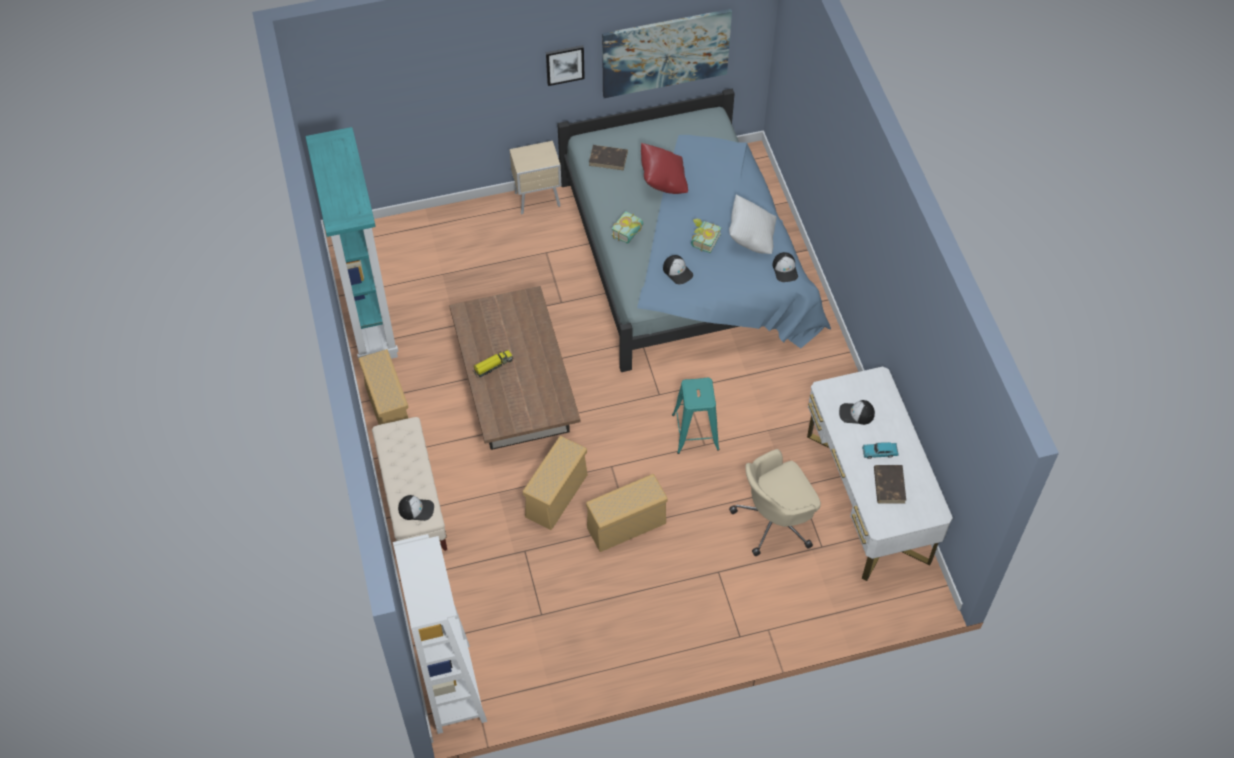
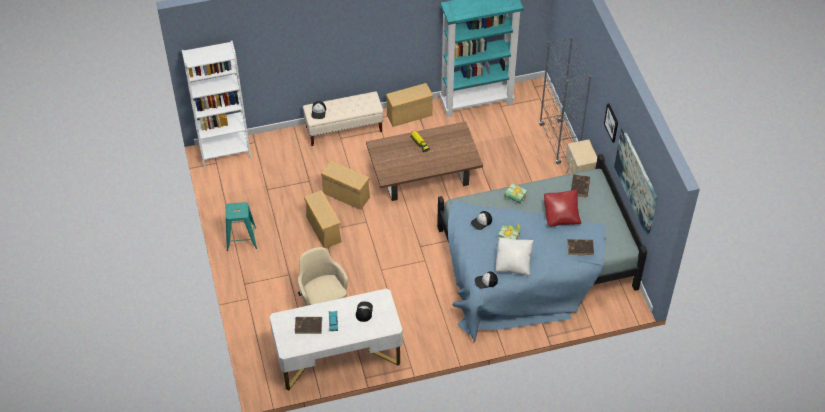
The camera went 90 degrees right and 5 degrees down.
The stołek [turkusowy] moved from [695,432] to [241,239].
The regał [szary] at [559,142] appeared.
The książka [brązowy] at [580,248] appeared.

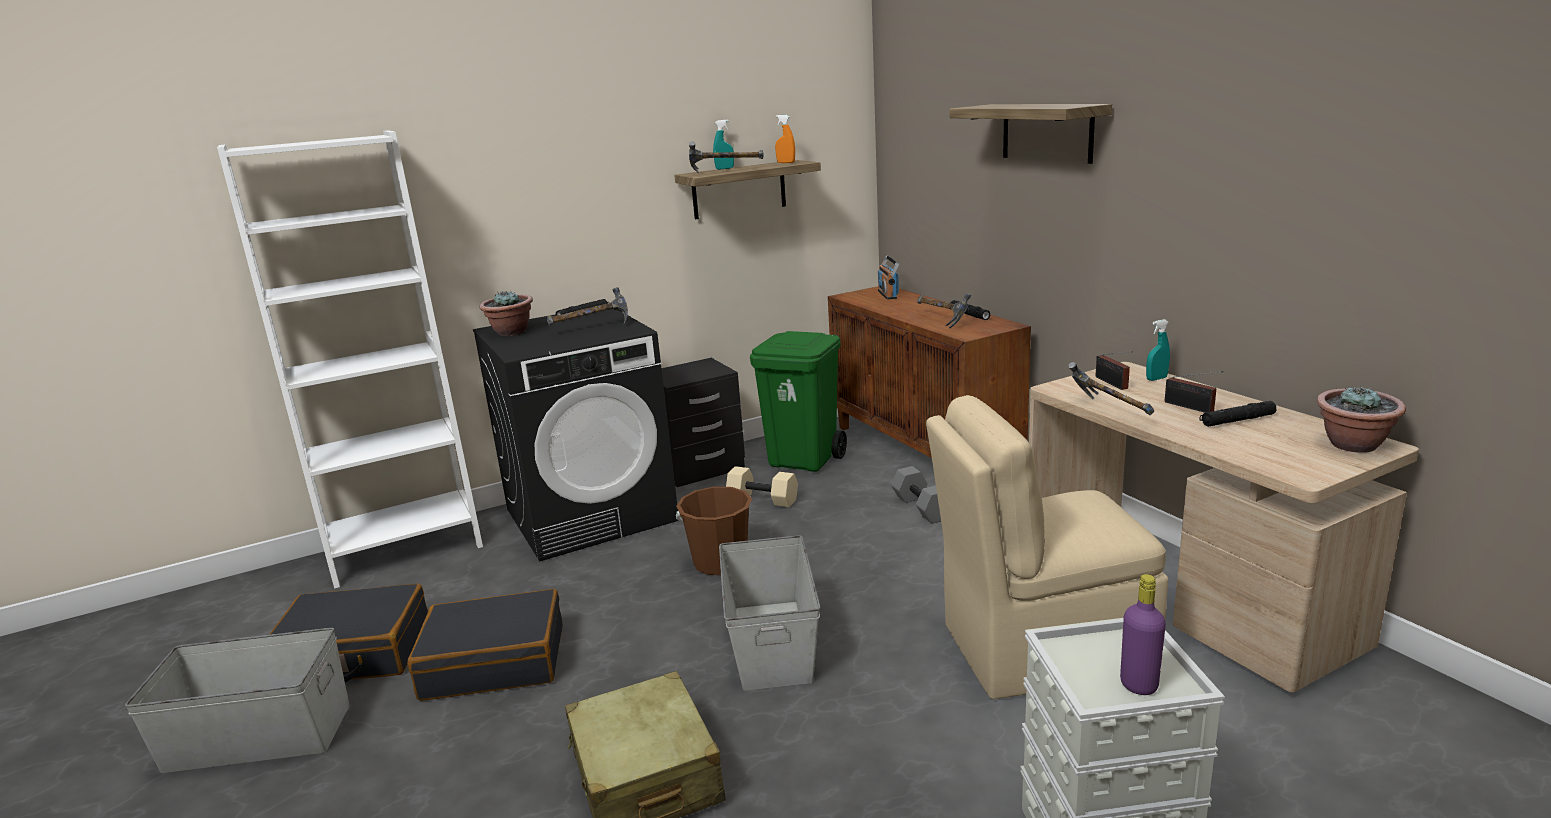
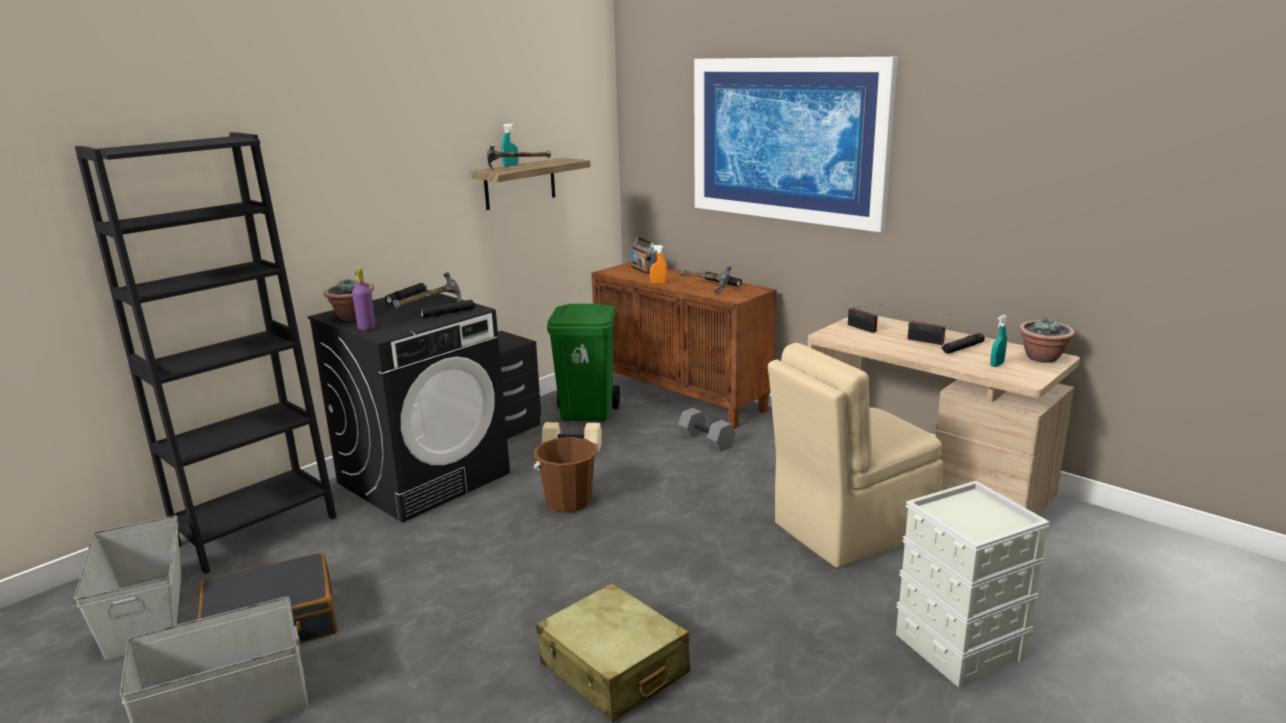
The camera went 20 degrees left and 0 degrees up.
The regał [biały] at [405,550] became the regał [czarny] at [257,530].
The walizka [czarny] at [494,662] disappeared.
The pojemnik do przechowywania [szary] moved from [772,642] to [147,613].
The spryskiwacz [pomarańczowy] moved from [786,163] to [658,283].
The półka at [1047,132] was replaced by the obraz at [787,140].
The młotek at [1108,412] disappeared.
The butelka [fioletowy] moved from [1138,685] to [366,328].
The spryskiwacz [turkusowy] moved from [1156,379] to [996,365].
The latarka [czarny] at [448,313] appeared.

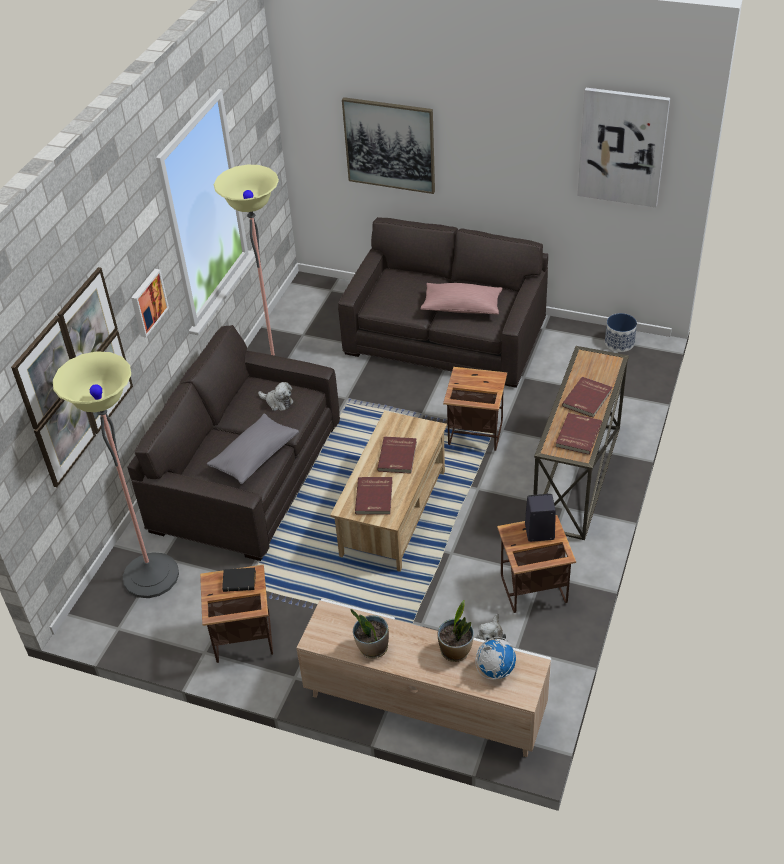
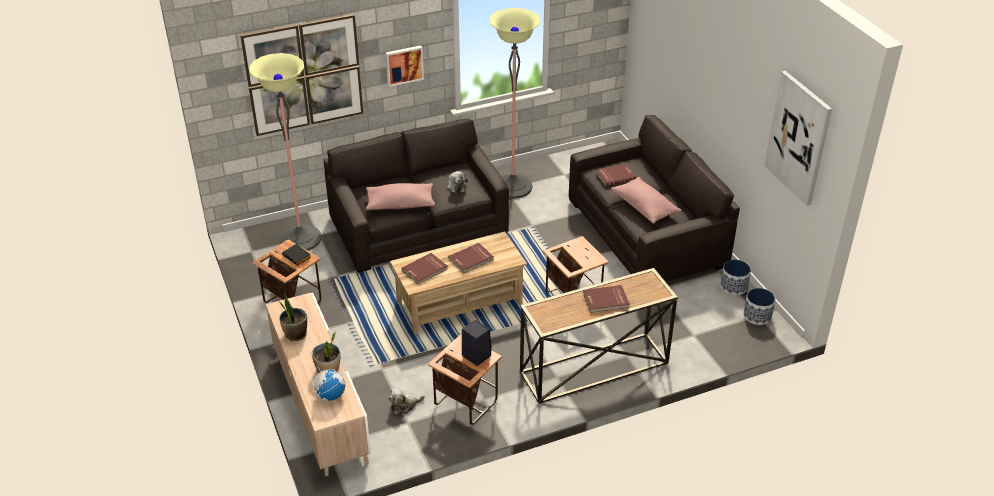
The camera went 45 degrees right and 5 degrees down.
The poduszka [szary] at [255,457] became the poduszka [różowy] at [400,204].
The obraz at [390,145] disappeared.
The książka [czerwony] moved from [577,435] to [615,176].
The donica at [734,286] appeared.

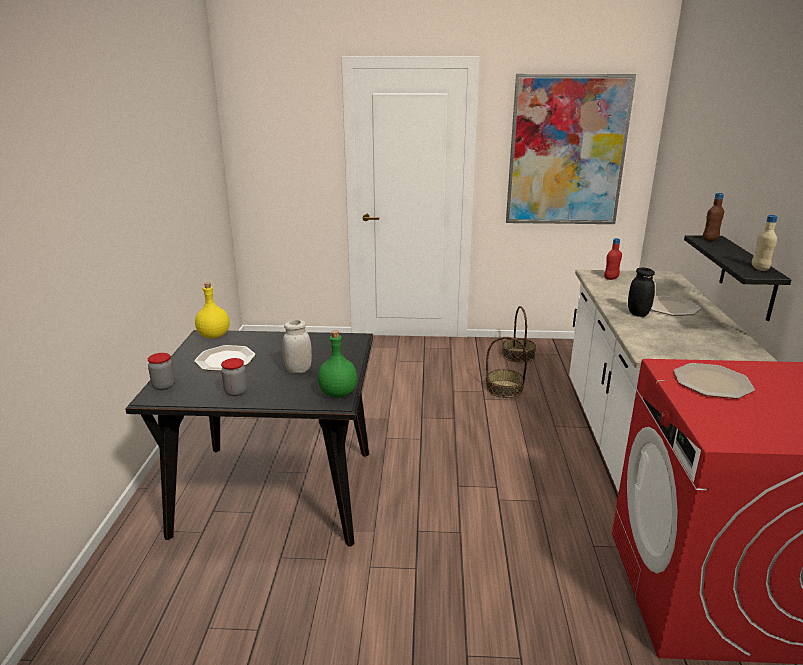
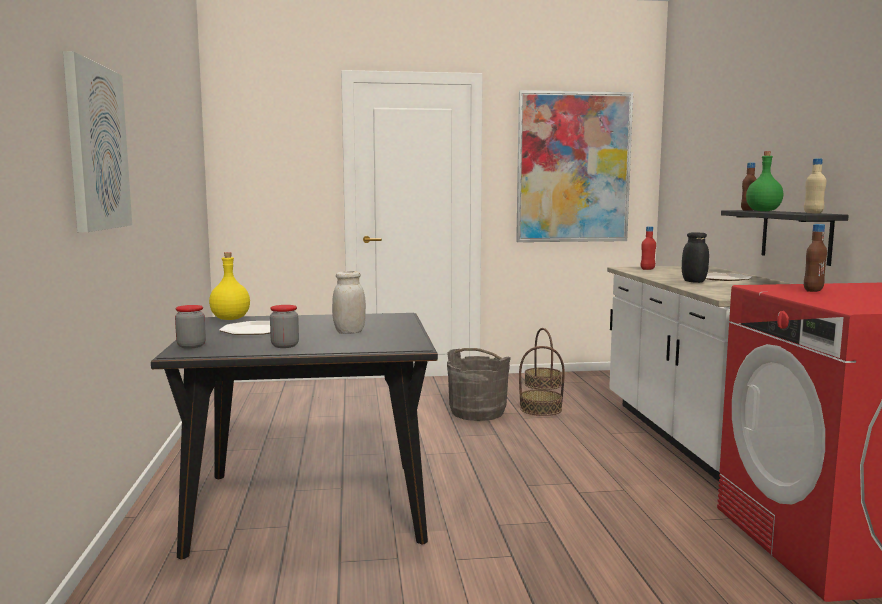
The camera went 10 degrees left and 15 degrees down.
The butelka [zielony] moved from [337,393] to [762,211].
The talerz at [712,382] was replaced by the butelka [brązowy] at [813,290].
The obraz at [96,147] appeared.
The wiadro [szary] at [477,412] appeared.

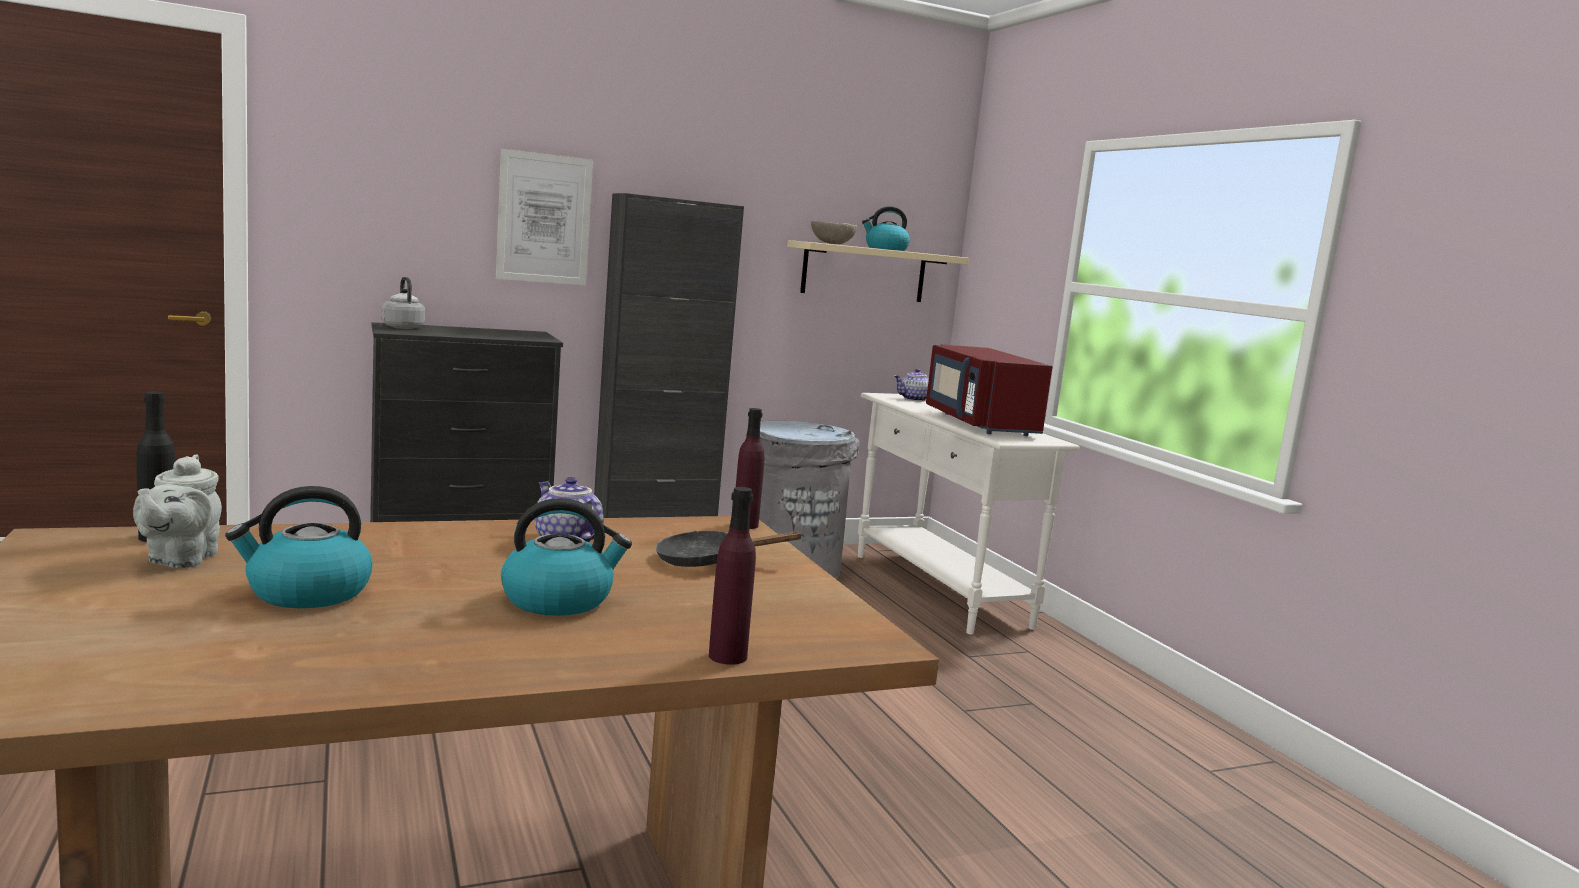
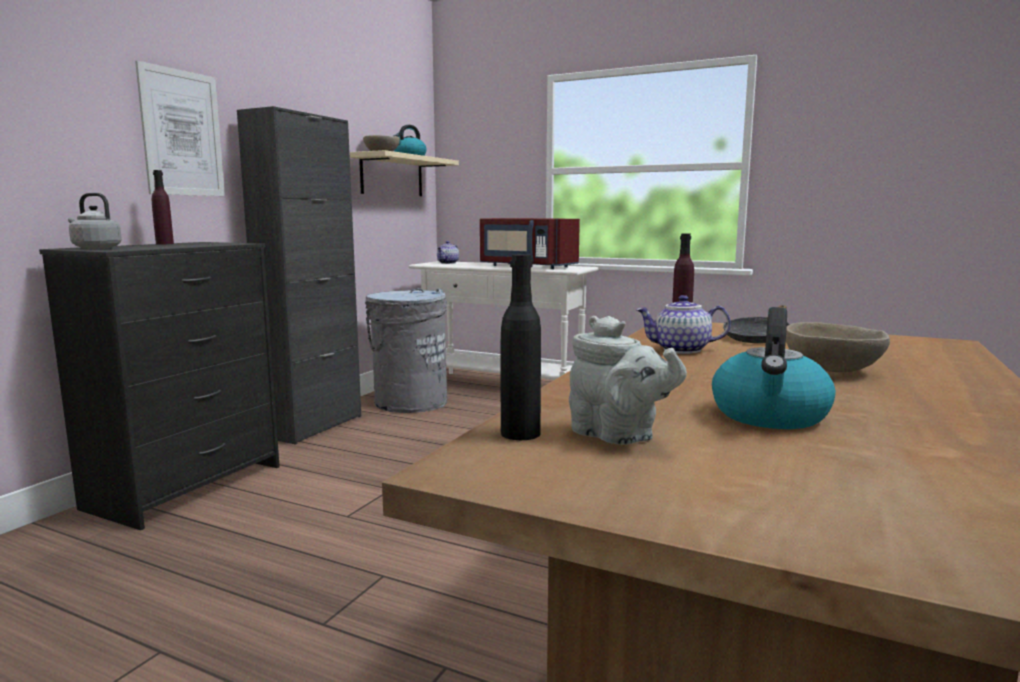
The camera went 40 degrees left and 0 degrees up.
The czajnik at [559,600] was replaced by the miska [beżowy] at [831,370].
The butelka [fioletowy] moved from [727,656] to [164,244].

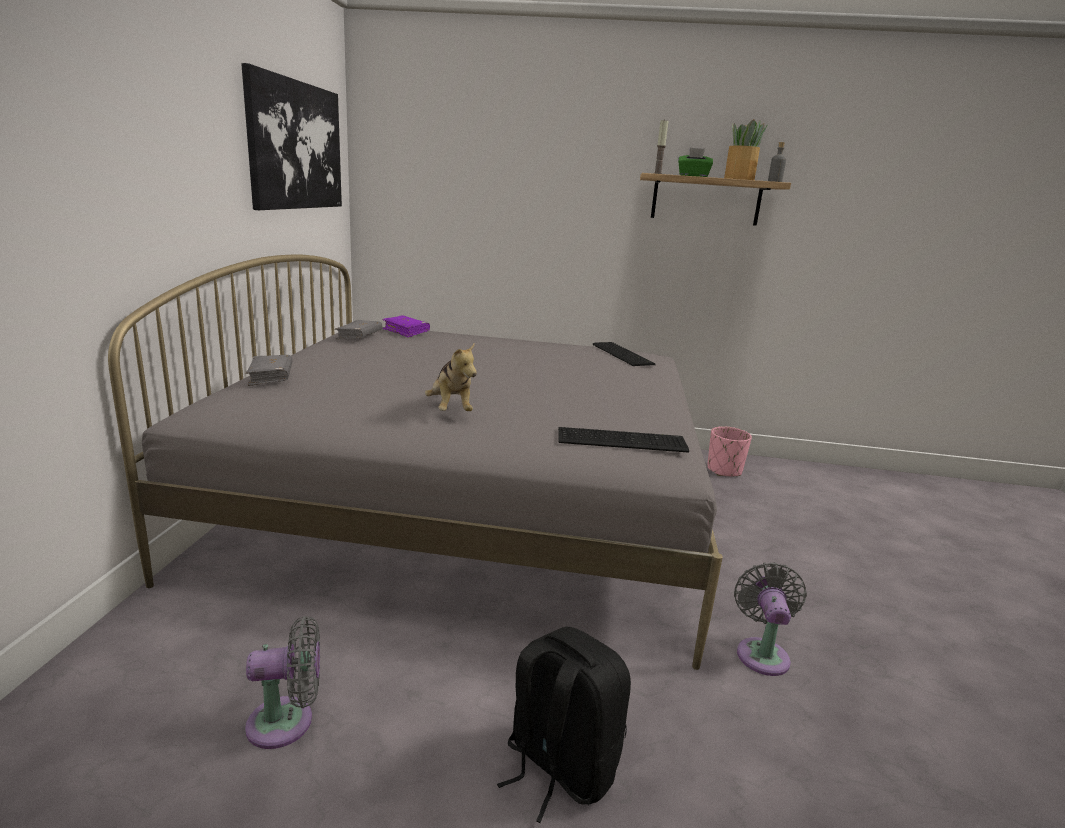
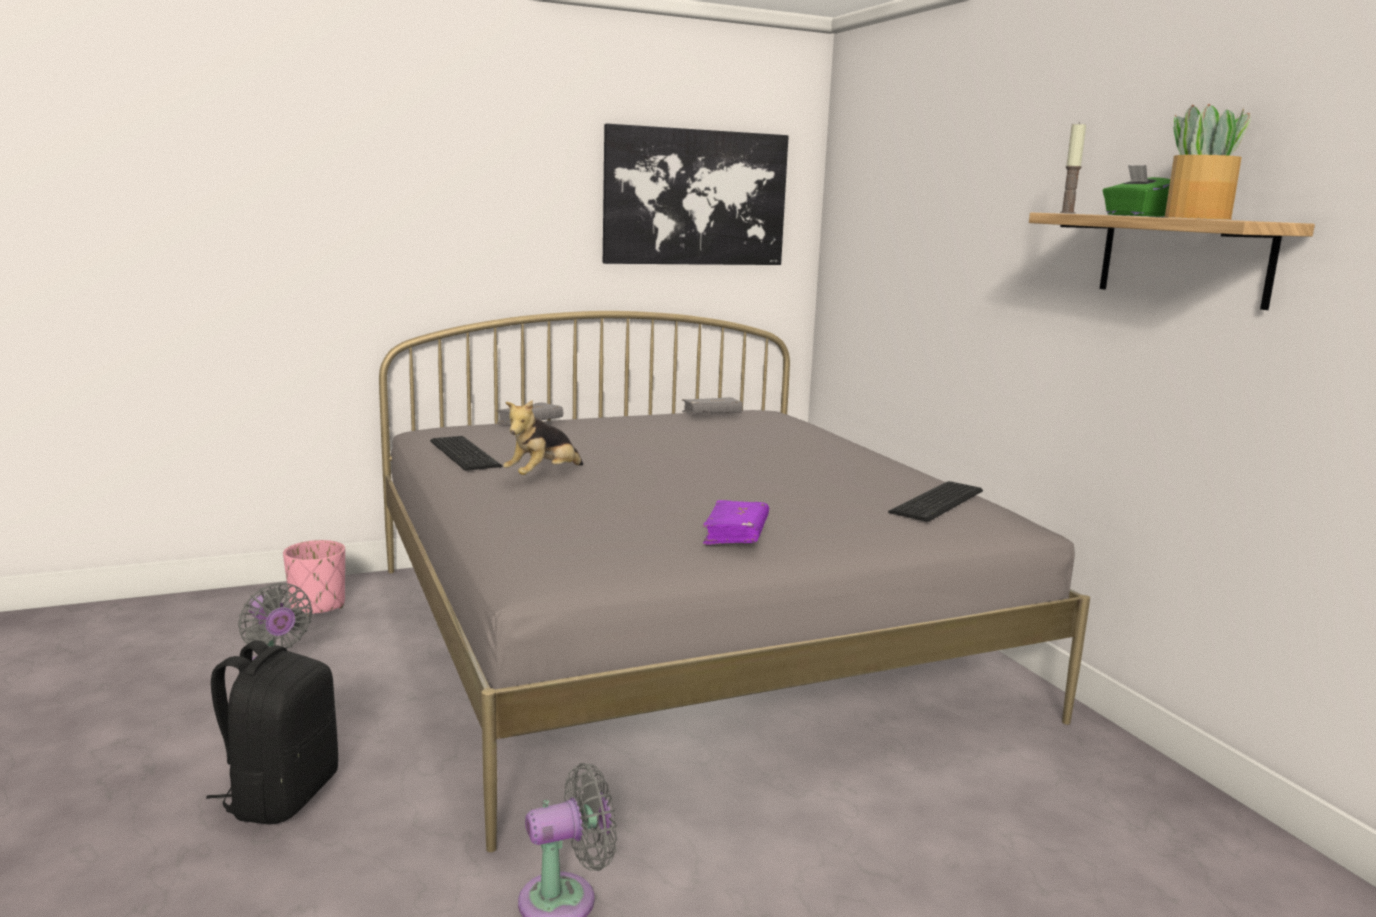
The camera went 60 degrees right and 5 degrees down.
The książka [fioletowy] moved from [406,331] to [736,534].
The klawiatura moved from [619,439] to [466,453].
The donica [różowy] moved from [724,470] to [317,606].
The butelka [szary] at [774,181] disappeared.

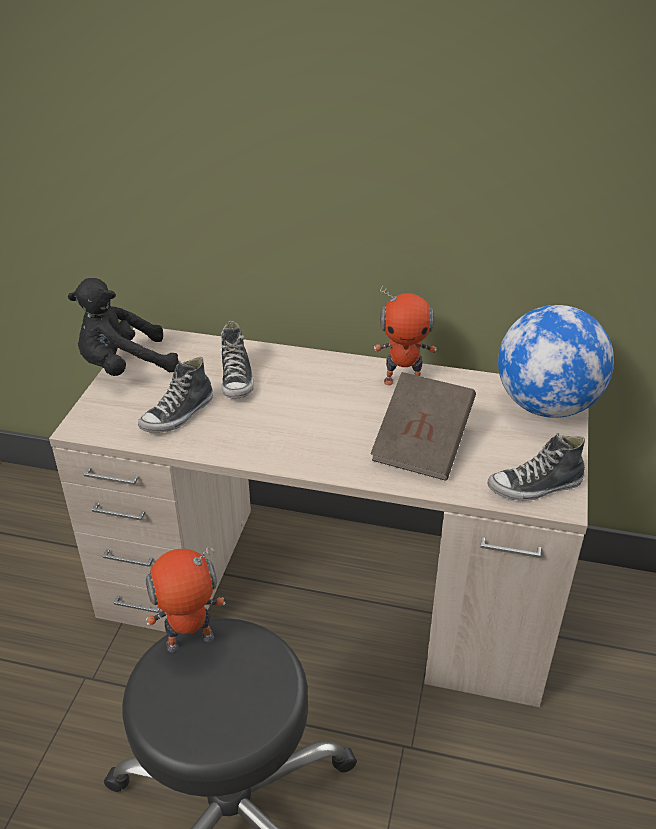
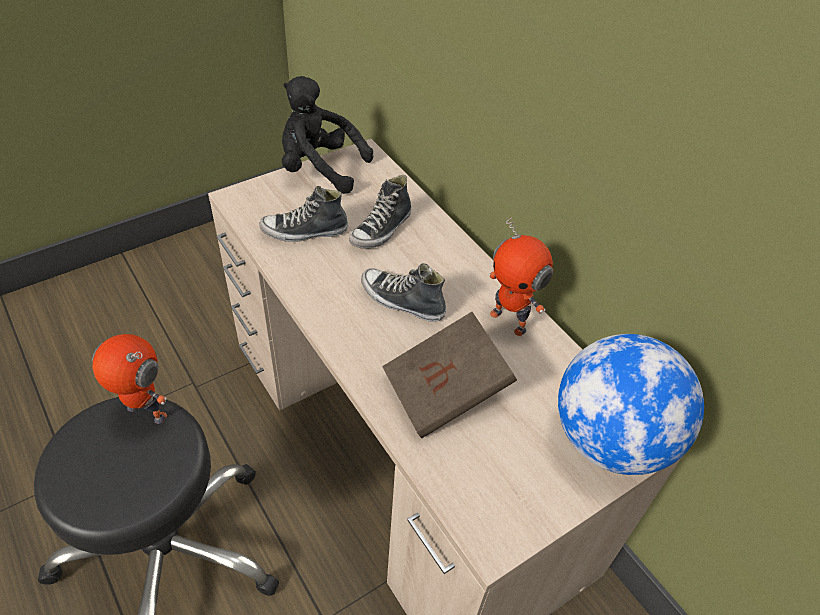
The camera went 40 degrees right and 10 degrees up.
The but moved from [535,487] to [402,301].

